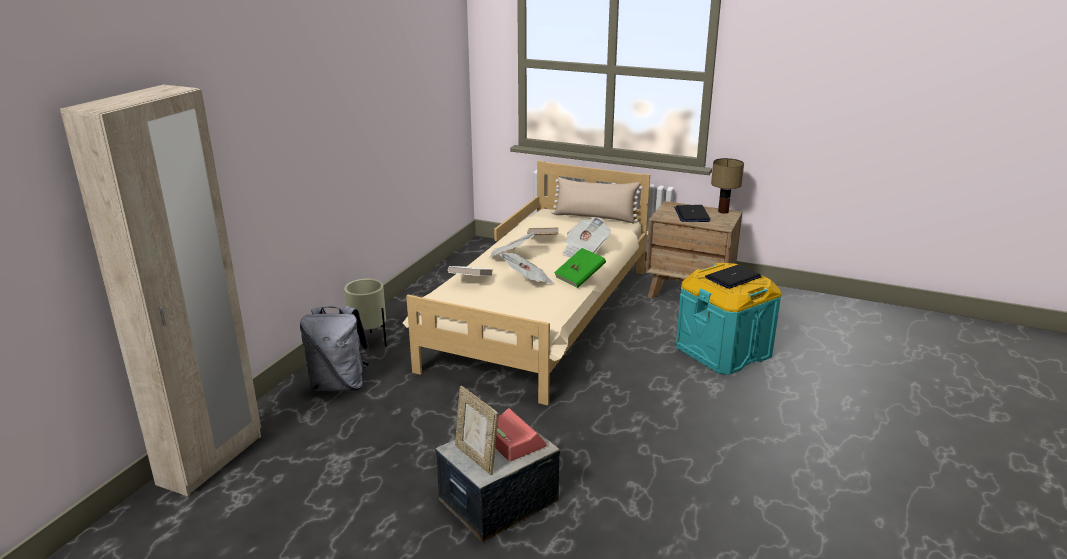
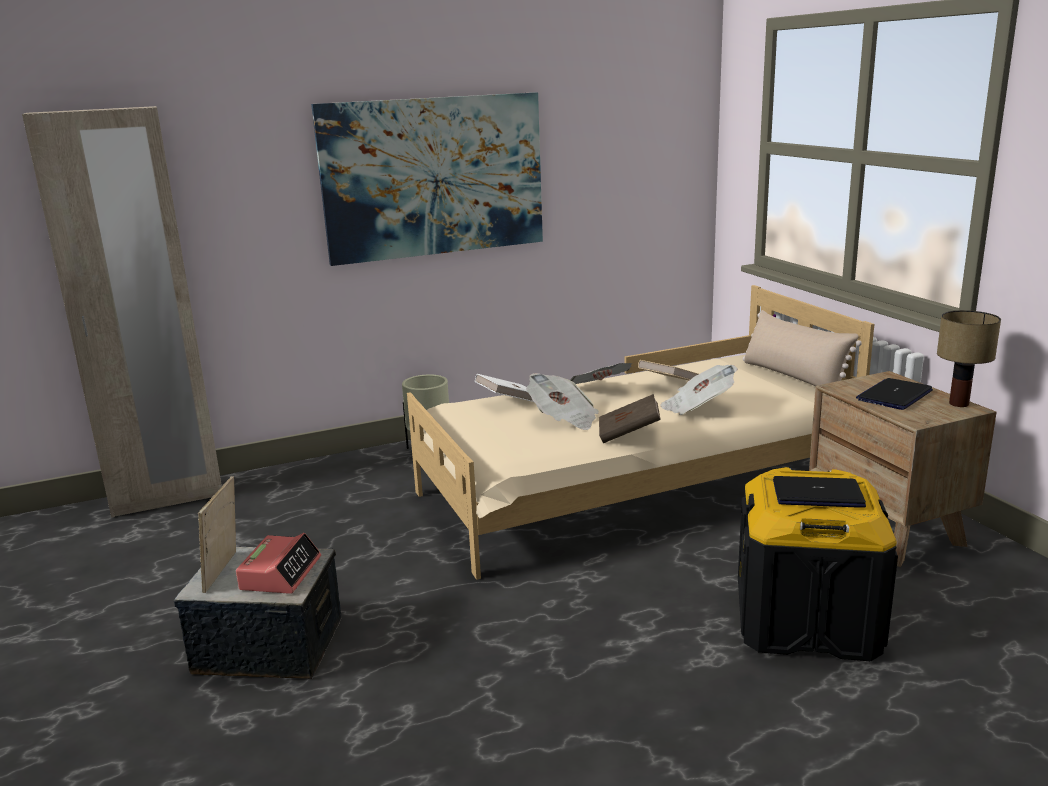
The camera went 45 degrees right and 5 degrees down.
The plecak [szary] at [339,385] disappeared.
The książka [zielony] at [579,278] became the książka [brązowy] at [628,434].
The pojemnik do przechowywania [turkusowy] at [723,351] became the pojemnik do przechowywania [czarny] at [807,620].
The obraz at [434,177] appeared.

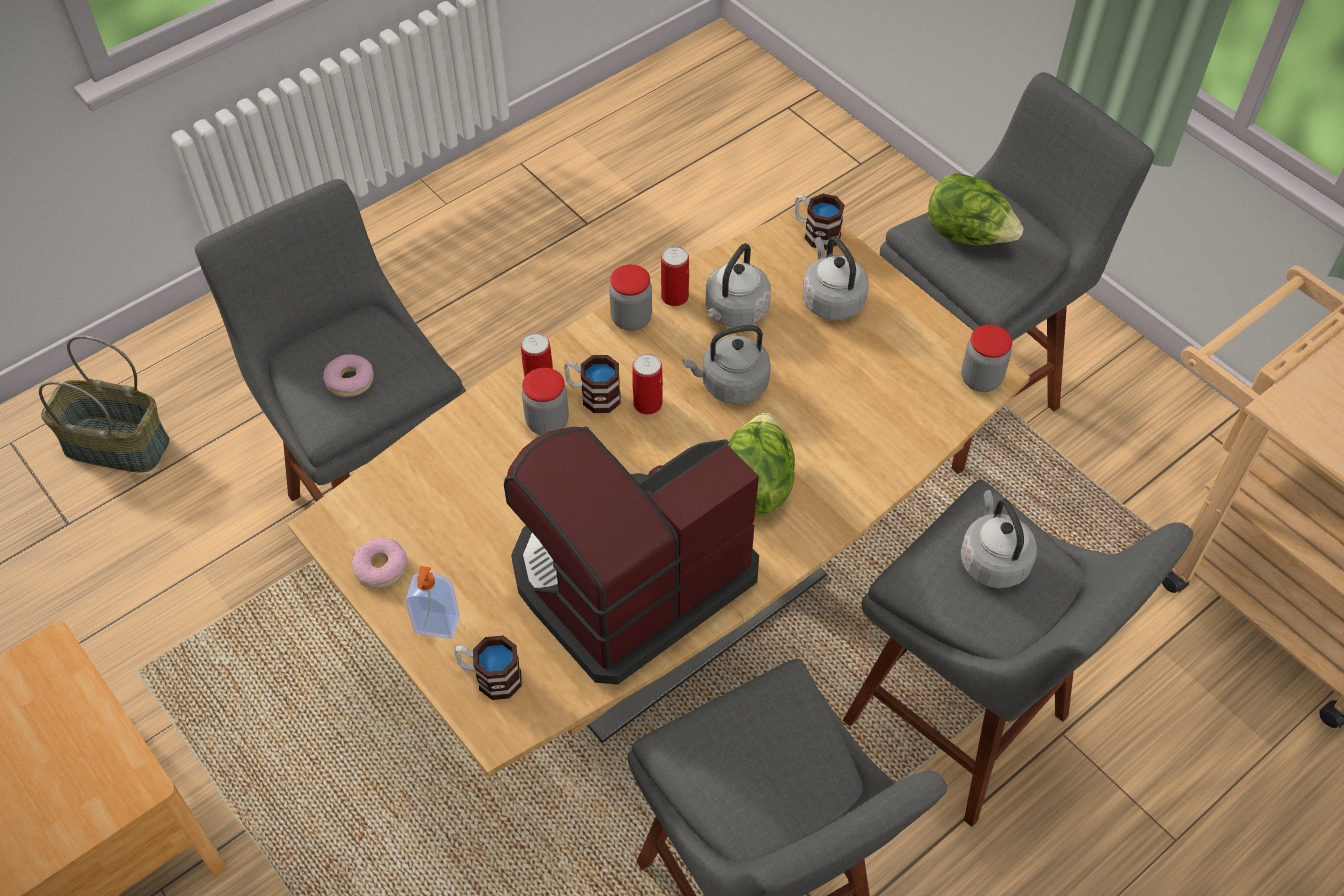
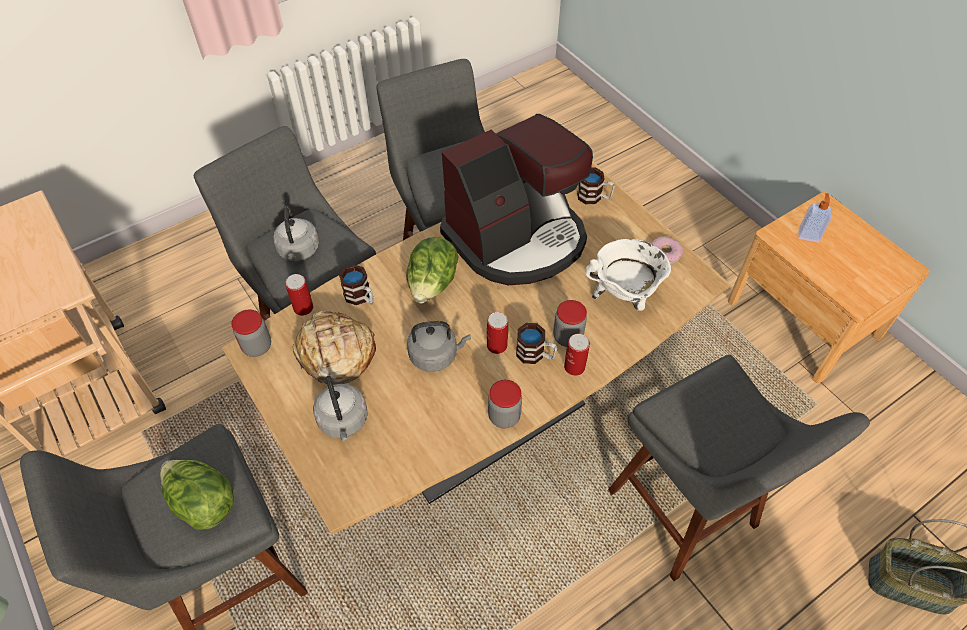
The camera went 175 degrees left and 0 degrees up.
The donut at [350,381] disappeared.
The dozownik mydła moved from [437,626] to [808,235].
The puszka moved from [674,296] to [303,308].
The czajnik [szary] at [734,312] disappeared.
The kubek moved from [815,232] to [361,297].
The chleb at [335,355] appeared.
The garnek [biały] at [623,296] appeared.

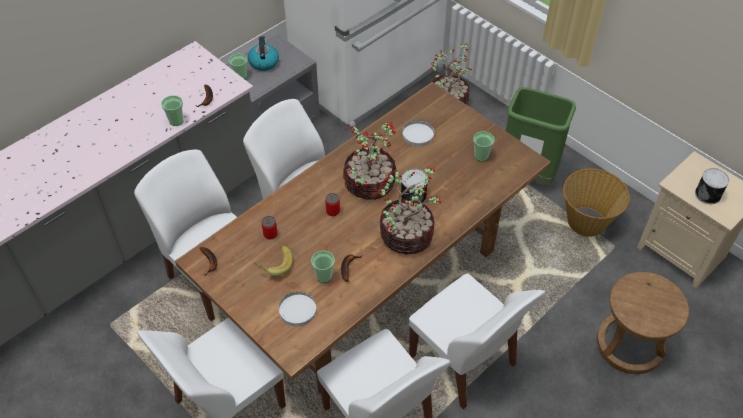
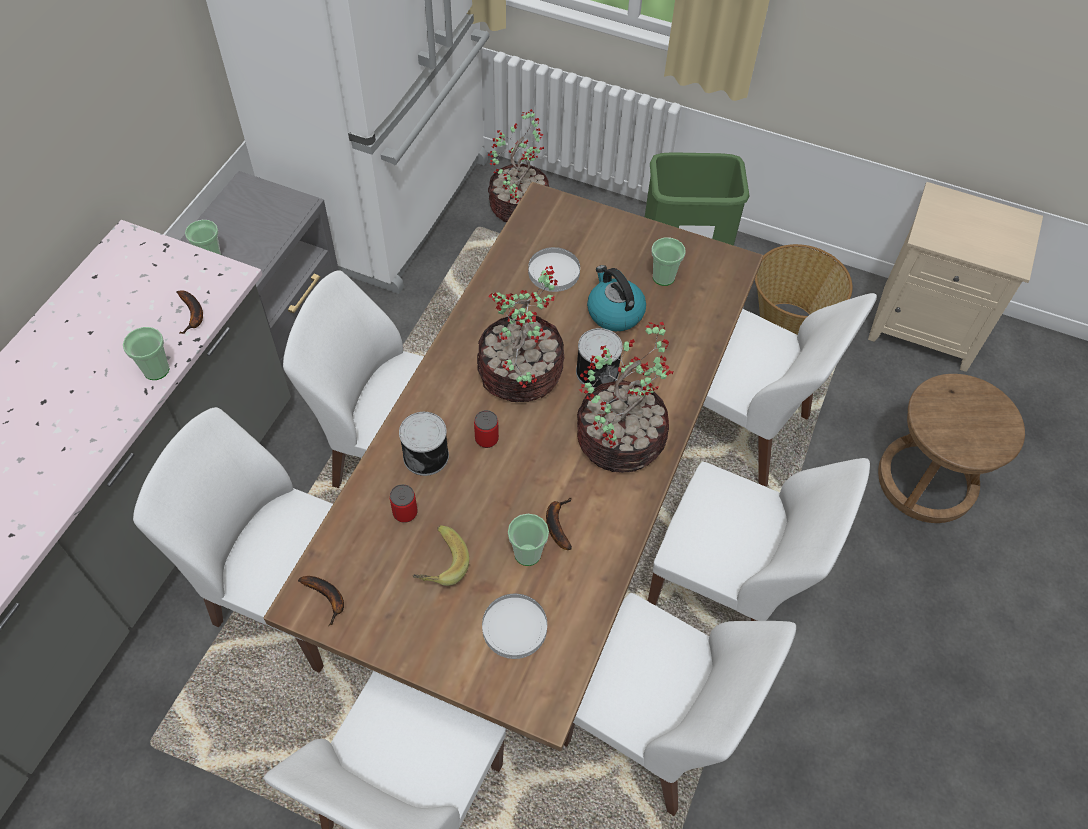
The camera went 25 degrees left and 5 degrees up.
The czajnik moved from [263,62] to [614,312].
The puszka moved from [708,194] to [427,455].
The krzesło [biały] at [743,429] appeared.

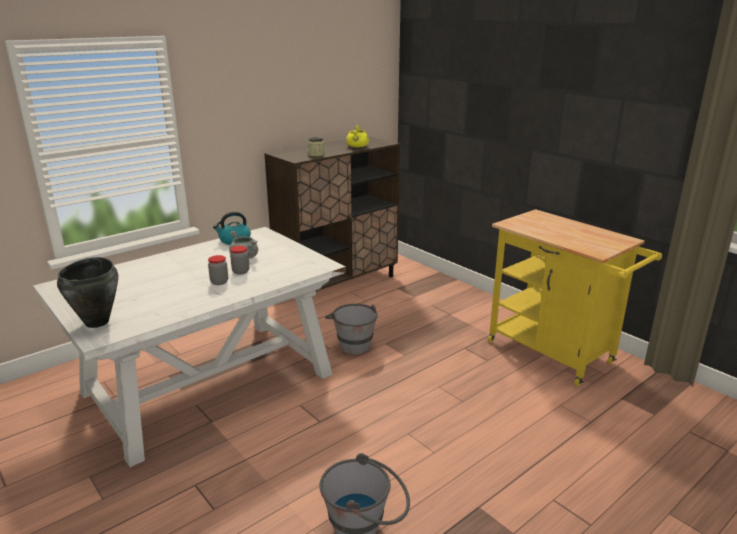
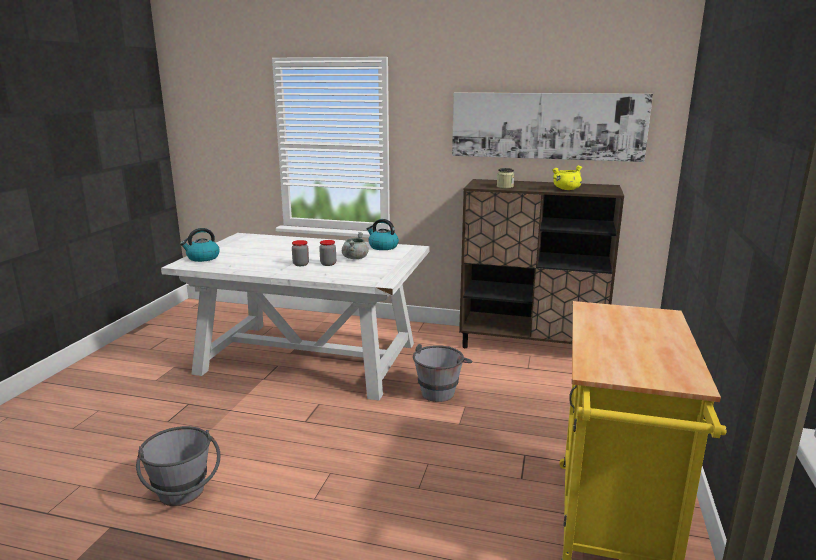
The camera went 55 degrees right and 5 degrees down.
The garnek [czarny] at [97,322] was replaced by the czajnik at [202,258].
The obraz at [547,126] appeared.

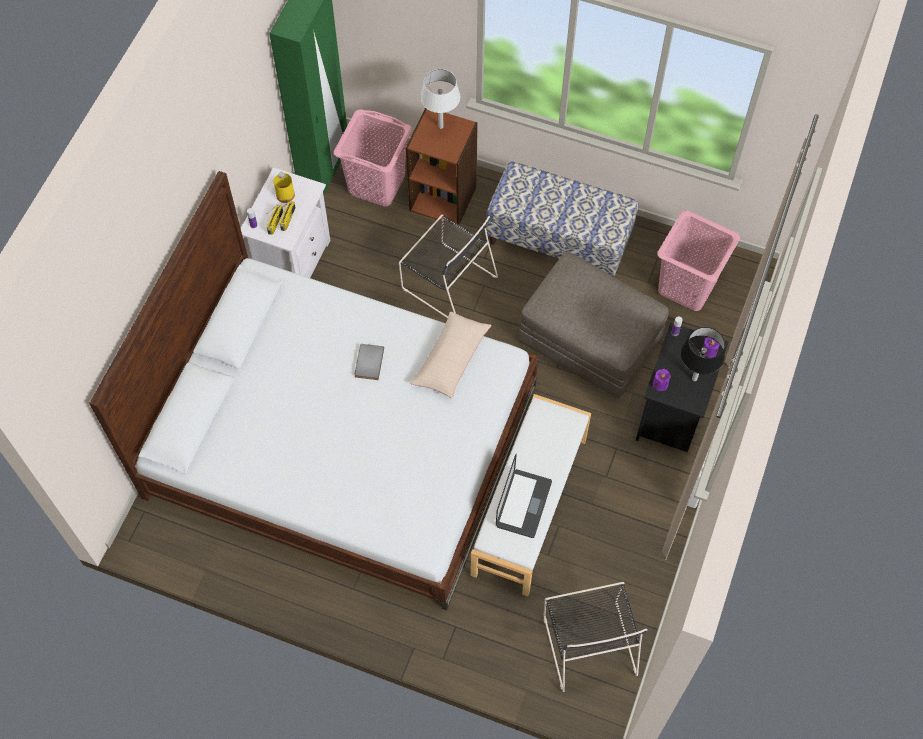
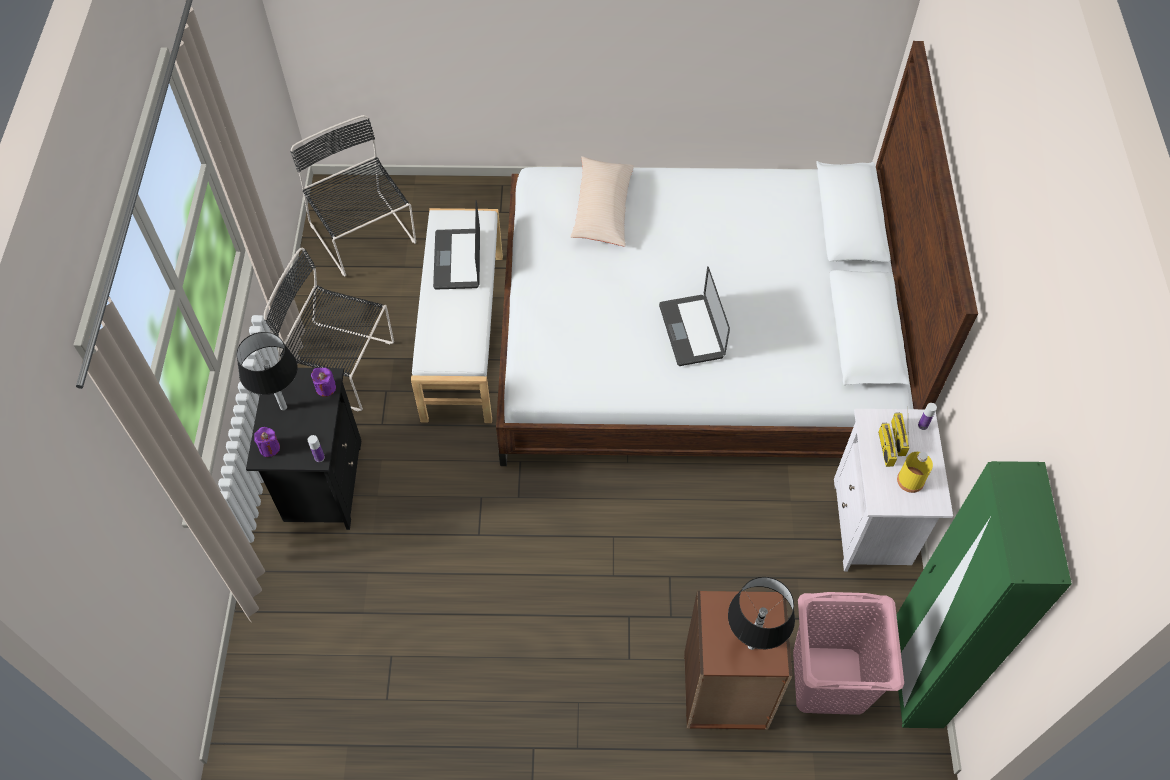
The camera went 160 degrees right and 5 degrees down.
The książka [szary] at [368,362] was replaced by the laptop at [691,331].
The krzesło [czarny] moved from [447,281] to [341,367].
The poduszka [beżowy] moved from [451,359] to [602,209].
The lampa stołowa [biały] at [440,127] became the lampa stołowa [czarny] at [751,645].
The ławka at [559,240] disappeared.
The pufa [szary] at [590,340] disappeared.
The kosz na pranie [różowy] at [687,285] disappeared.

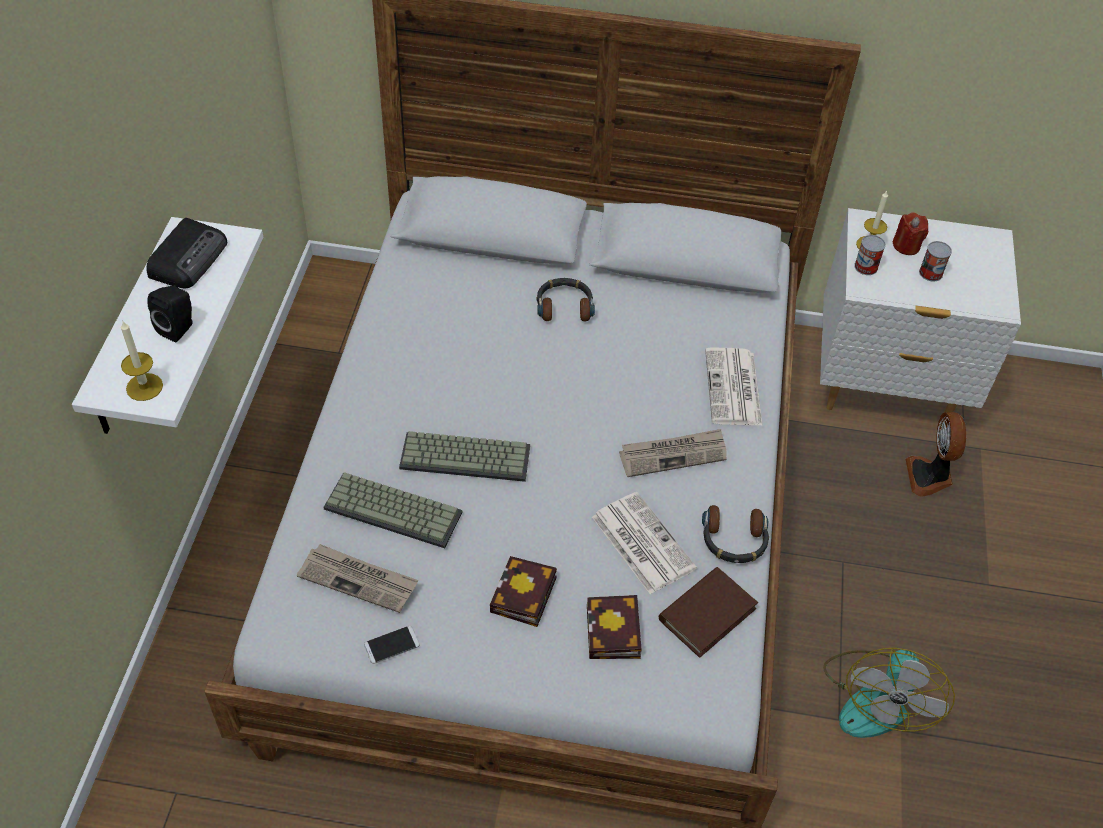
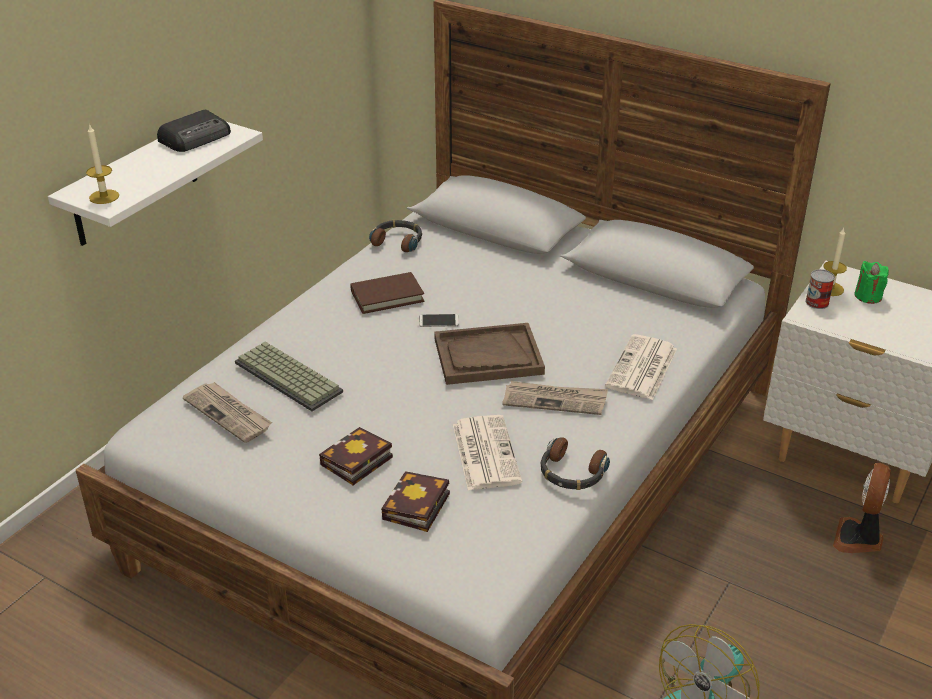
The camera went 25 degrees right and 15 degrees down.
The głośnik [czarny] at [179,328] disappeared.
The telefon moved from [391,645] to [438,321].
The klawiatura at [467,456] disappeared.
The słuchawki moved from [564,305] to [398,241].
The książka [brązowy] moved from [707,614] to [387,296].
The świeca [czerwony] at [906,246] became the świeca [zielony] at [868,296].
The puszka at [930,273] disappeared.
The taca [brązowy] at [488,356] appeared.

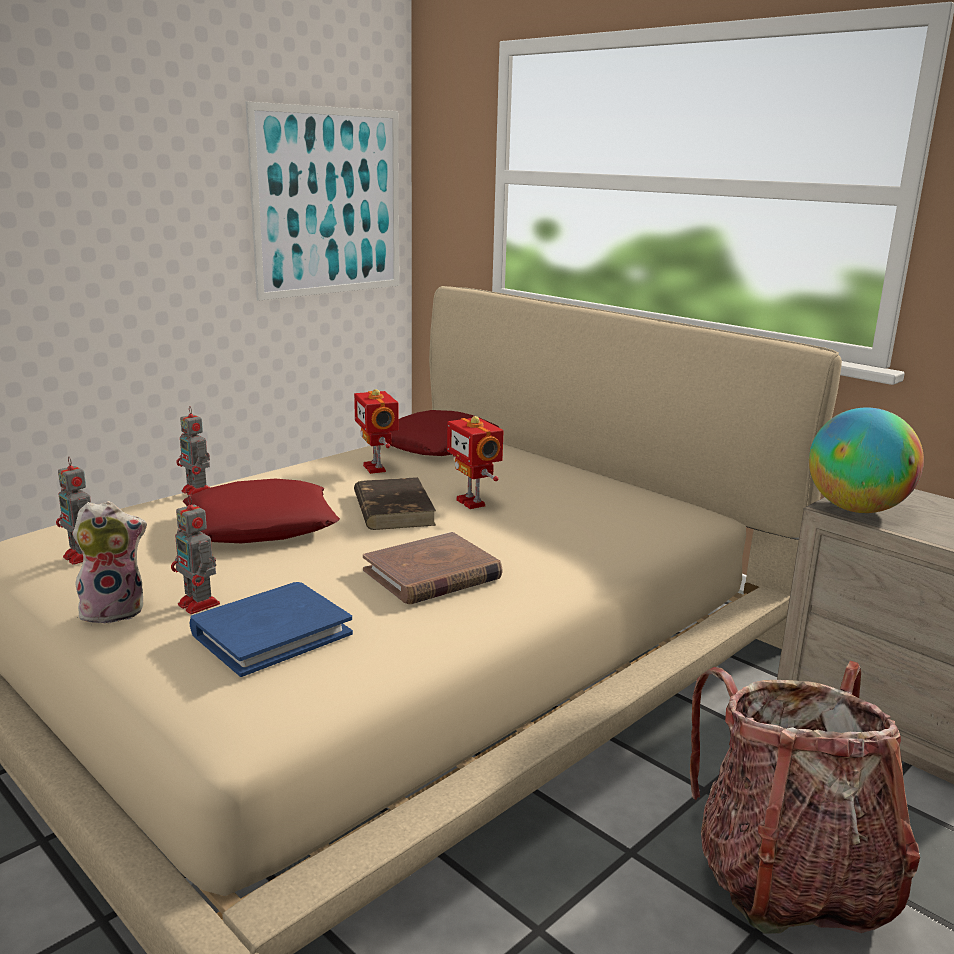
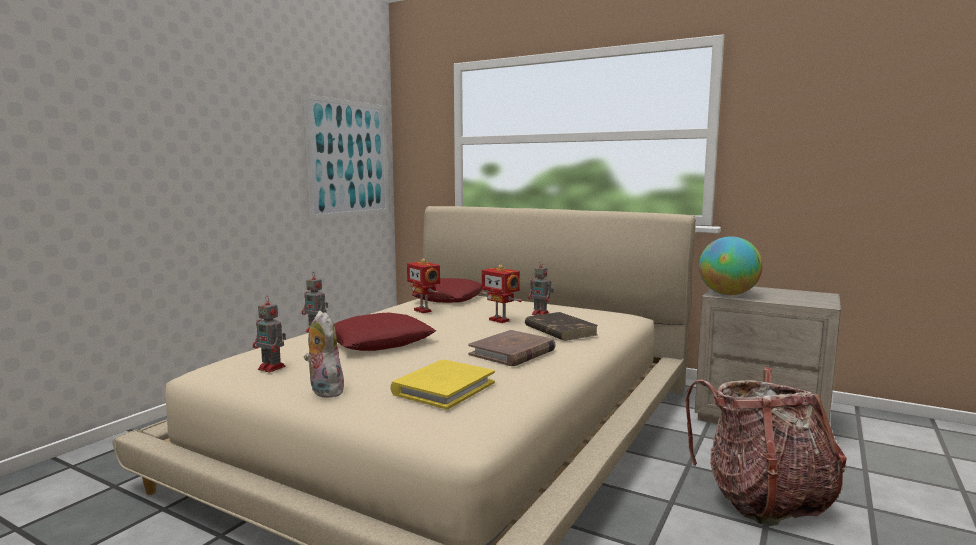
The camera went 15 degrees left and 10 degrees down.
The pluszak at [114,610] turned 90 degrees counterclockwise.
The robot zabawkowy moved from [200,605] to [541,314].
The książka [niebieski] at [271,633] became the książka [żółty] at [443,388].
The książka [brązowy] moved from [393,509] to [559,330].

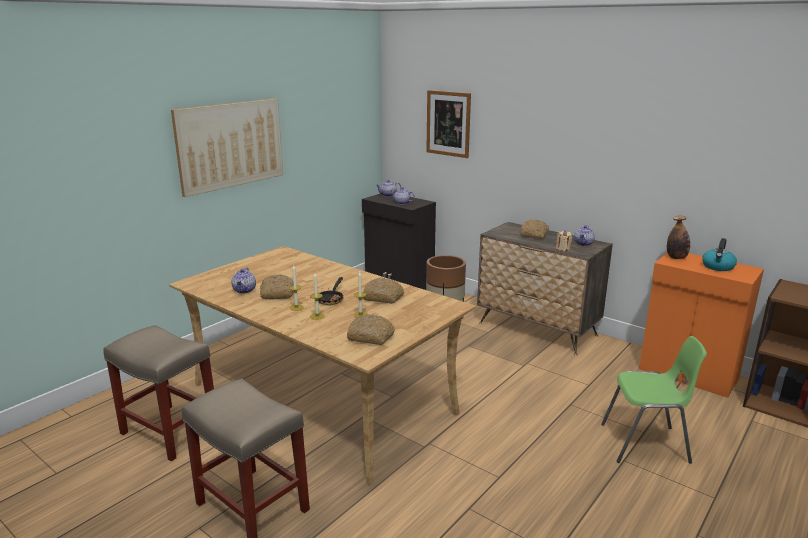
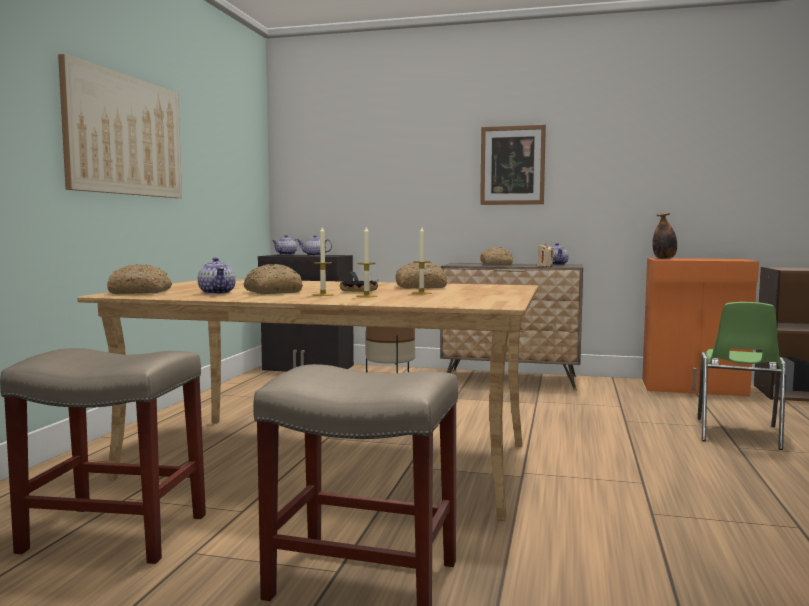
The camera went 25 degrees left and 15 degrees down.
The chleb moved from [371,336] to [140,292].
The obraz moved from [448,123] to [512,165].
The krzesło [zielony] at [646,444] turned 135 degrees clockwise.
The czajnik at [718,267] disappeared.

